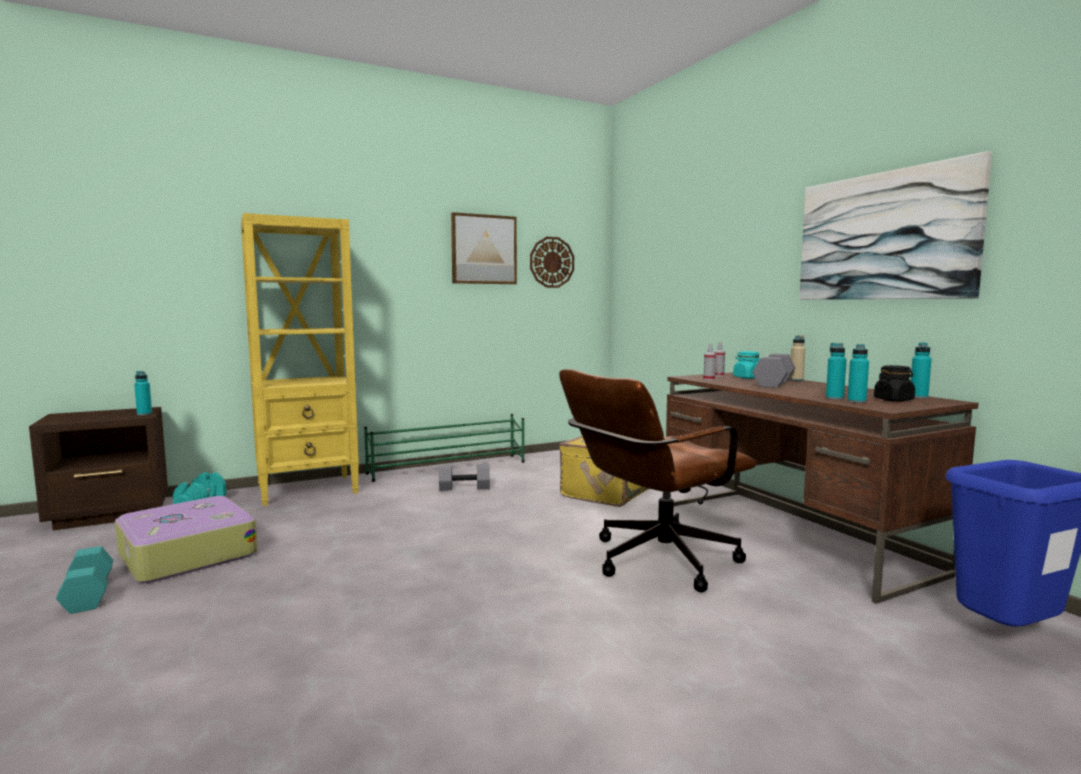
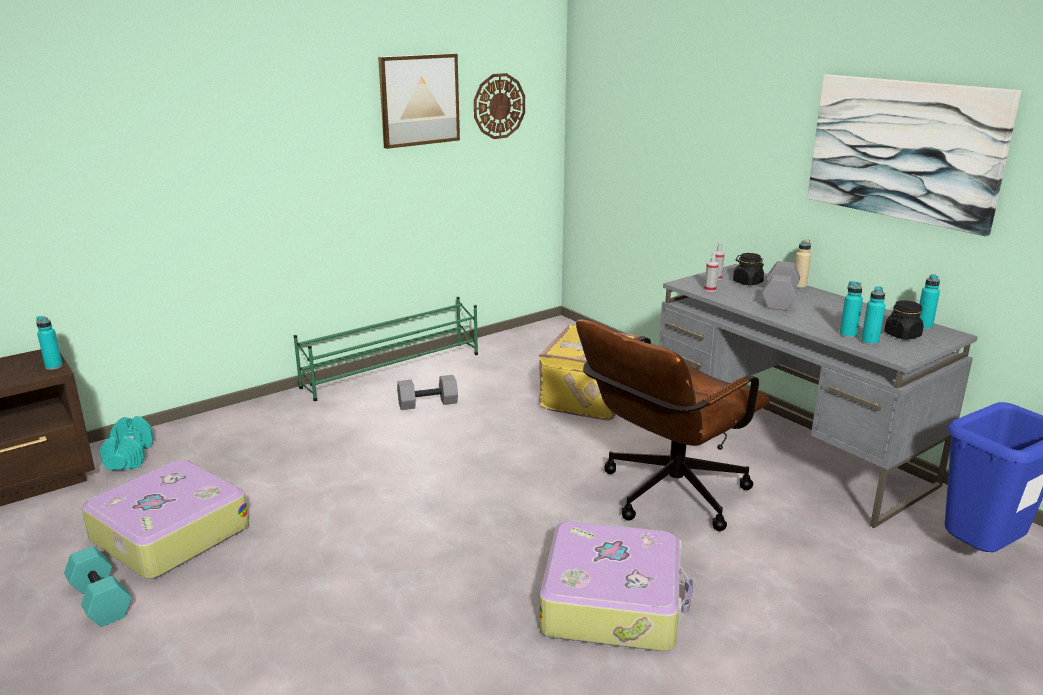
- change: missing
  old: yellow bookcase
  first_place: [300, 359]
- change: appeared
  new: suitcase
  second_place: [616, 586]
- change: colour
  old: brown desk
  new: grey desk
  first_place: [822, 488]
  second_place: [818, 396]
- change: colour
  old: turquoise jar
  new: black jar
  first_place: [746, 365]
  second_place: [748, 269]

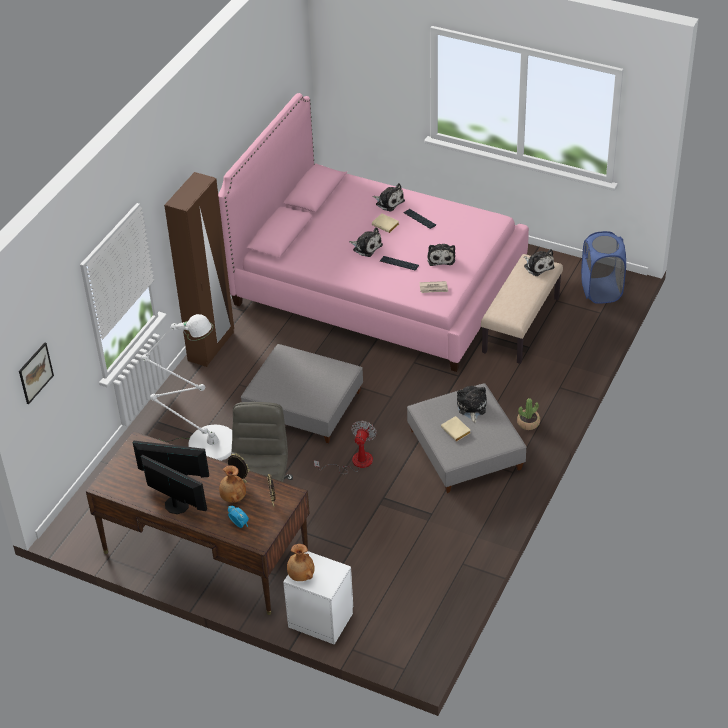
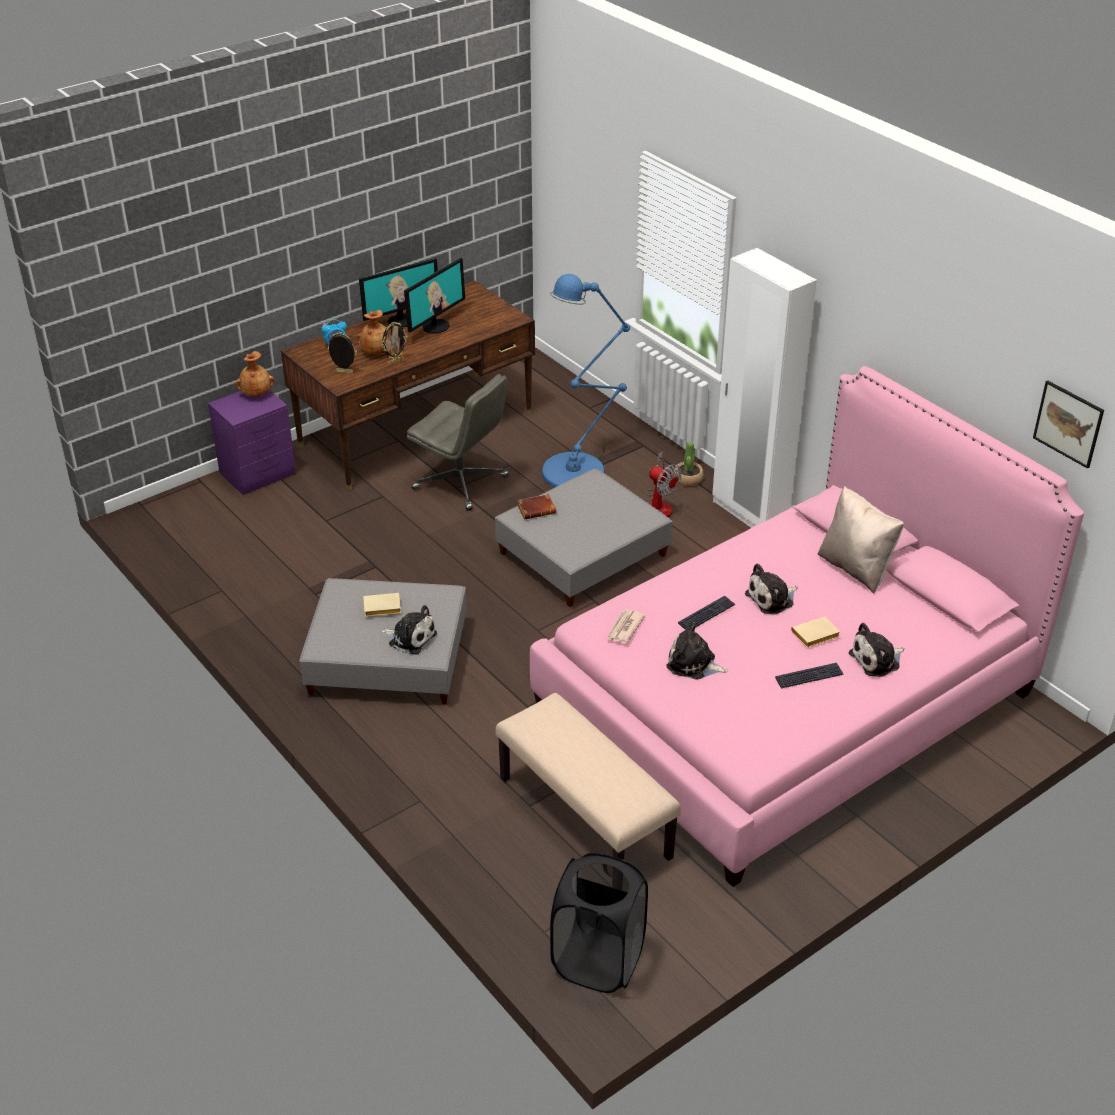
- change: missing
  old: plush toy
  first_place: [539, 262]
- change: appeared
  new: brown book
  second_place: [536, 506]
- change: appeared
  new: beige pillow
  second_place: [861, 540]
- change: relocated
  old: picture
  first_place: [36, 373]
  second_place: [1068, 424]
- change: relocated
  old: fan
  first_place: [345, 448]
  second_place: [663, 484]
- change: relocated
  old: potted plant
  first_place: [528, 414]
  second_place: [689, 463]
- change: colour
  old: white floor lamp
  new: blue floor lamp
  first_place: [187, 387]
  second_place: [586, 381]
- change: colour
  old: brown wardrobe
  new: white wardrobe
  first_place: [199, 269]
  second_place: [764, 388]
- change: colour
  old: white nightstand
  new: purple nightstand
  first_place: [318, 598]
  second_place: [251, 442]
- change: colour
  old: blue laundry basket
  new: black laundry basket
  first_place: [603, 267]
  second_place: [599, 923]

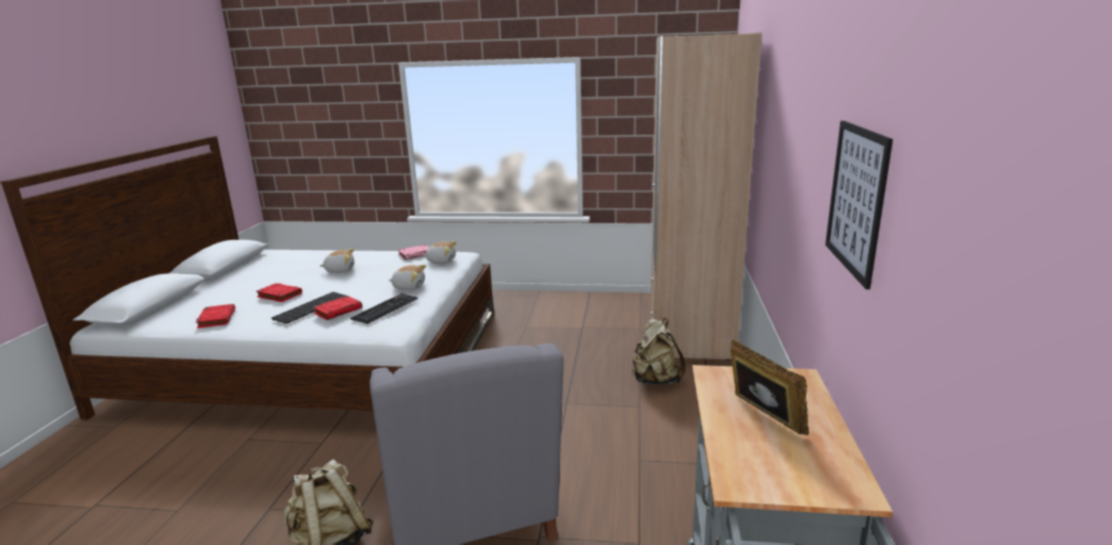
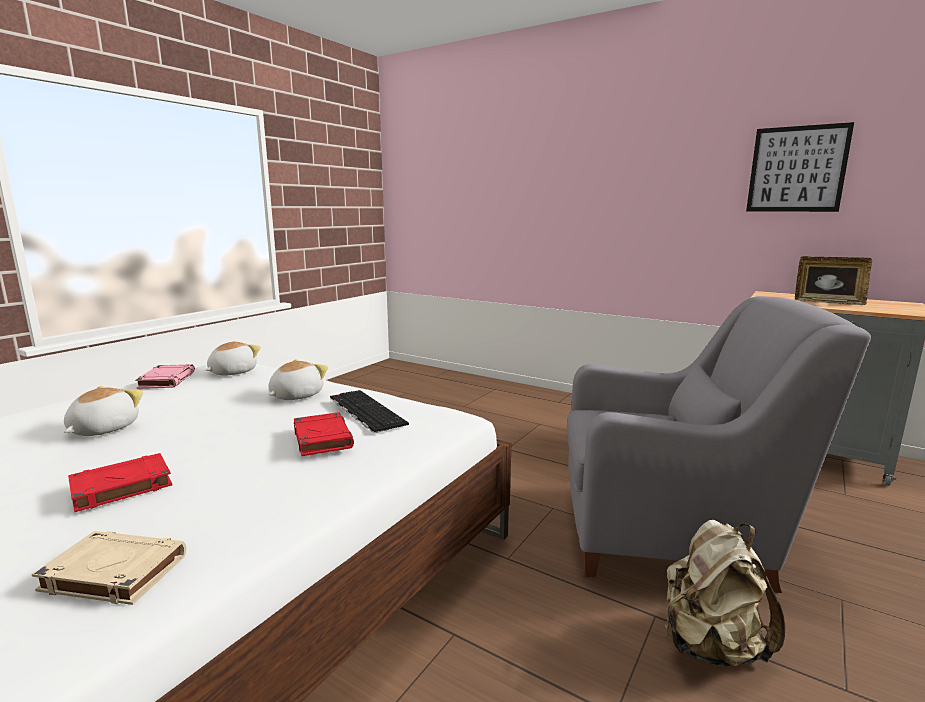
- change: missing
  old: keyboard
  first_place: [309, 308]
- change: missing
  old: beige backpack
  first_place: [659, 351]
- change: missing
  old: beige wardrobe
  first_place: [706, 196]
- change: colour
  old: red book
  new: beige book
  first_place: [215, 316]
  second_place: [109, 568]
- change: spun
  old: picture frame
  first_place: [769, 387]
  second_place: [833, 280]
  degrees: -150

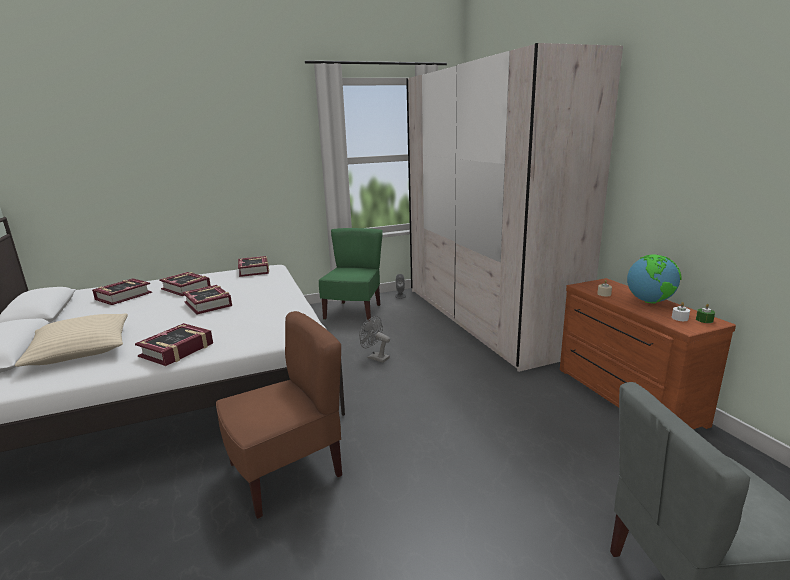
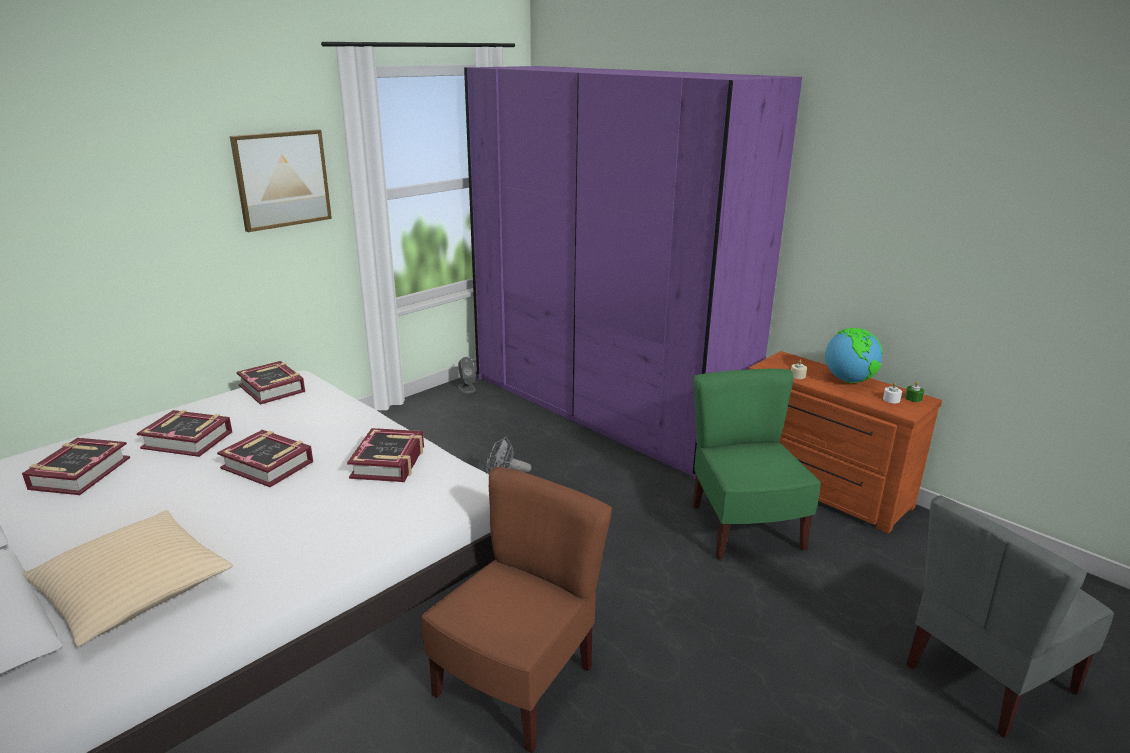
- change: appeared
  new: picture
  second_place: [281, 180]
- change: relocated
  old: book
  first_place: [174, 344]
  second_place: [385, 455]
- change: relocated
  old: green chair
  first_place: [351, 274]
  second_place: [757, 464]
- change: colour
  old: beige wardrobe
  new: purple wardrobe
  first_place: [514, 207]
  second_place: [633, 273]

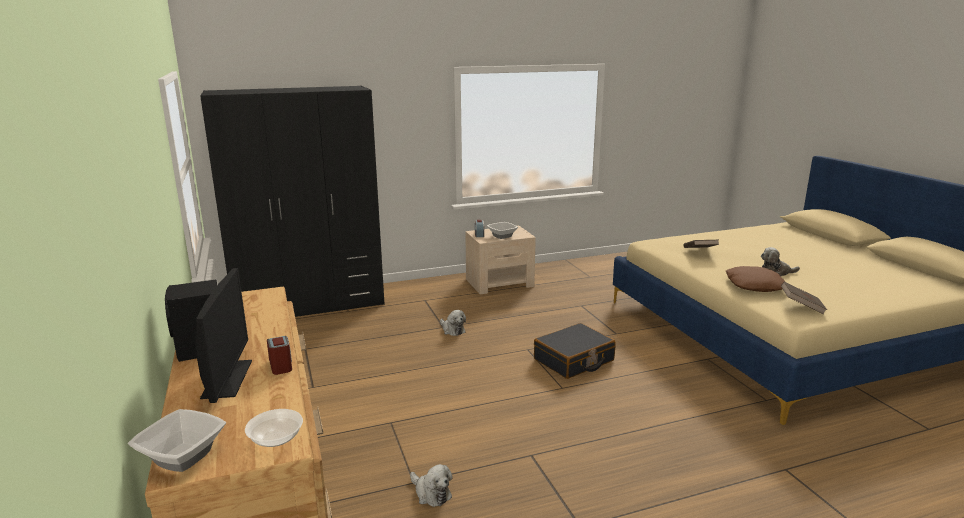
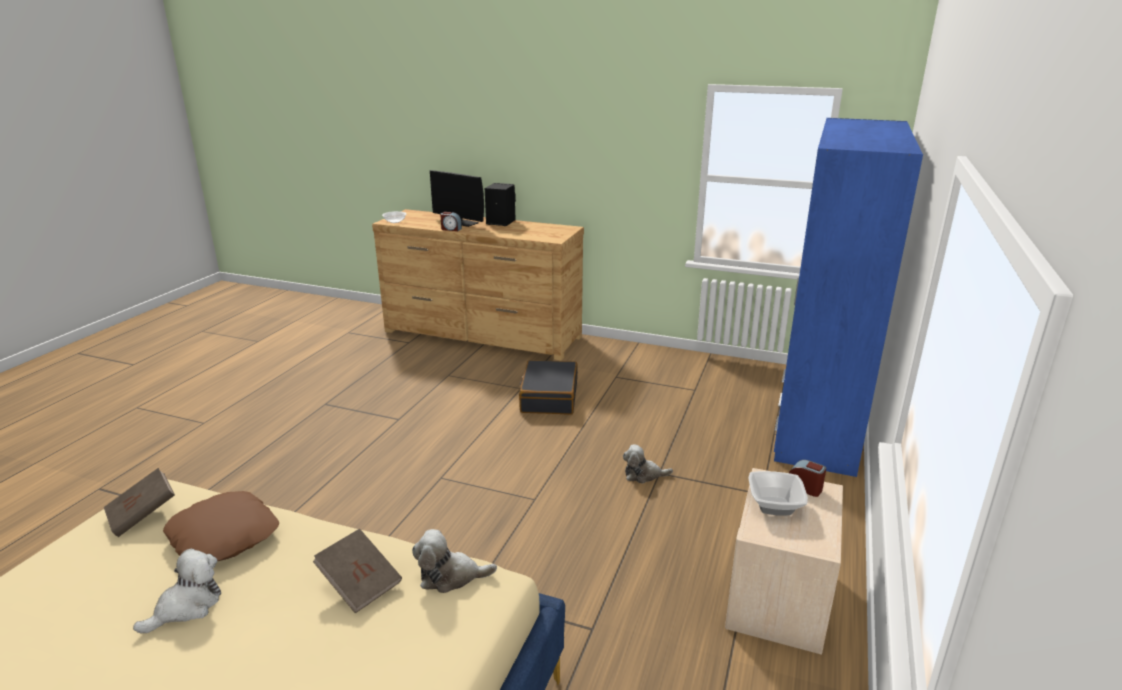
- change: missing
  old: bowl
  first_place: [177, 440]
- change: relocated
  old: plush toy
  first_place: [431, 485]
  second_place: [454, 561]
- change: relocated
  old: black suitcase
  first_place: [575, 351]
  second_place: [548, 387]
- change: colour
  old: black wardrobe
  new: blue wardrobe
  first_place: [292, 201]
  second_place: [848, 297]

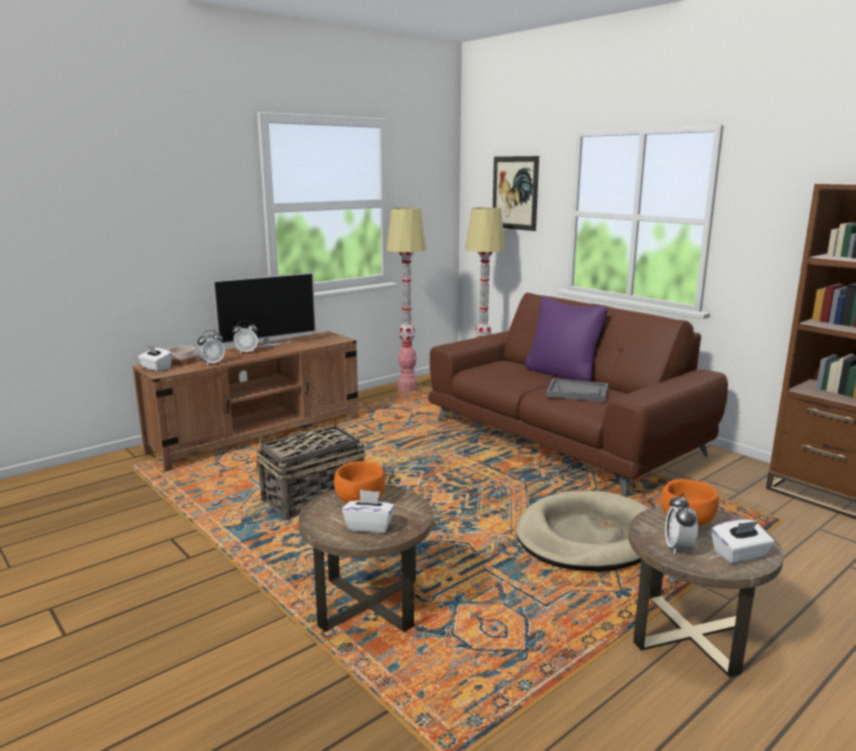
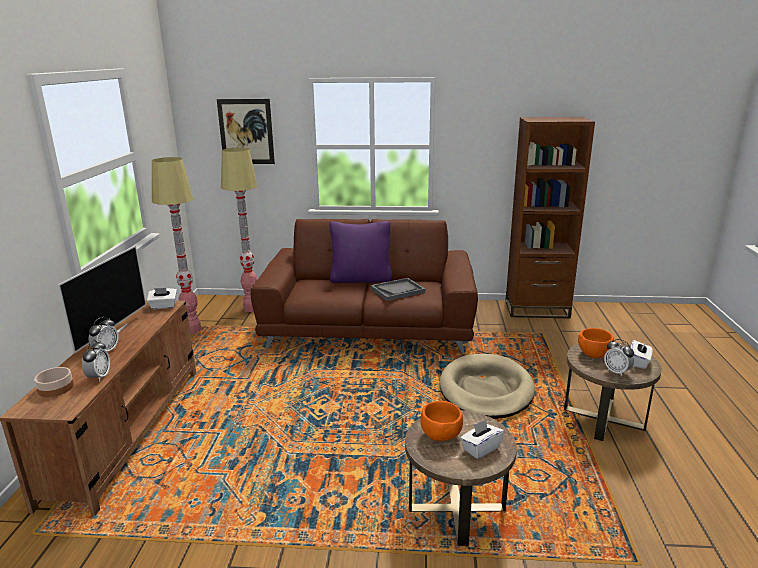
- change: missing
  old: basket
  first_place: [311, 470]
- change: relocated
  old: white tissue box
  first_place: [155, 358]
  second_place: [162, 298]

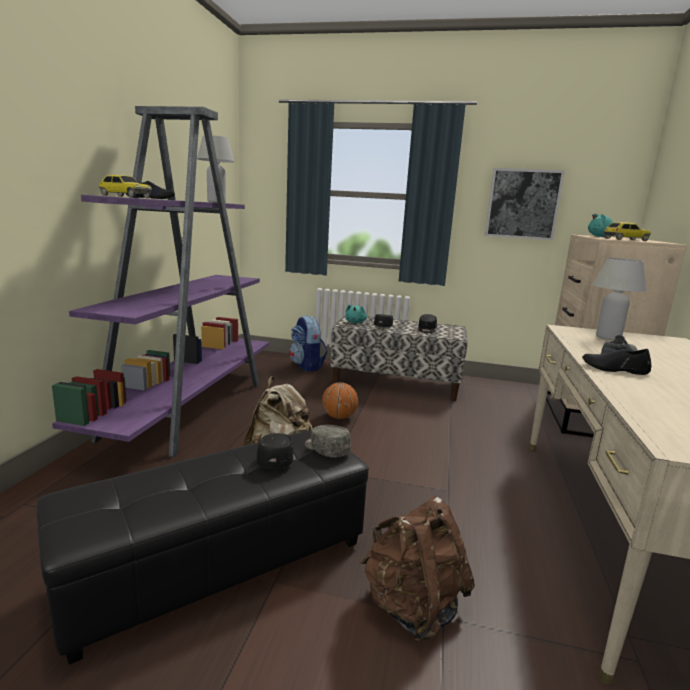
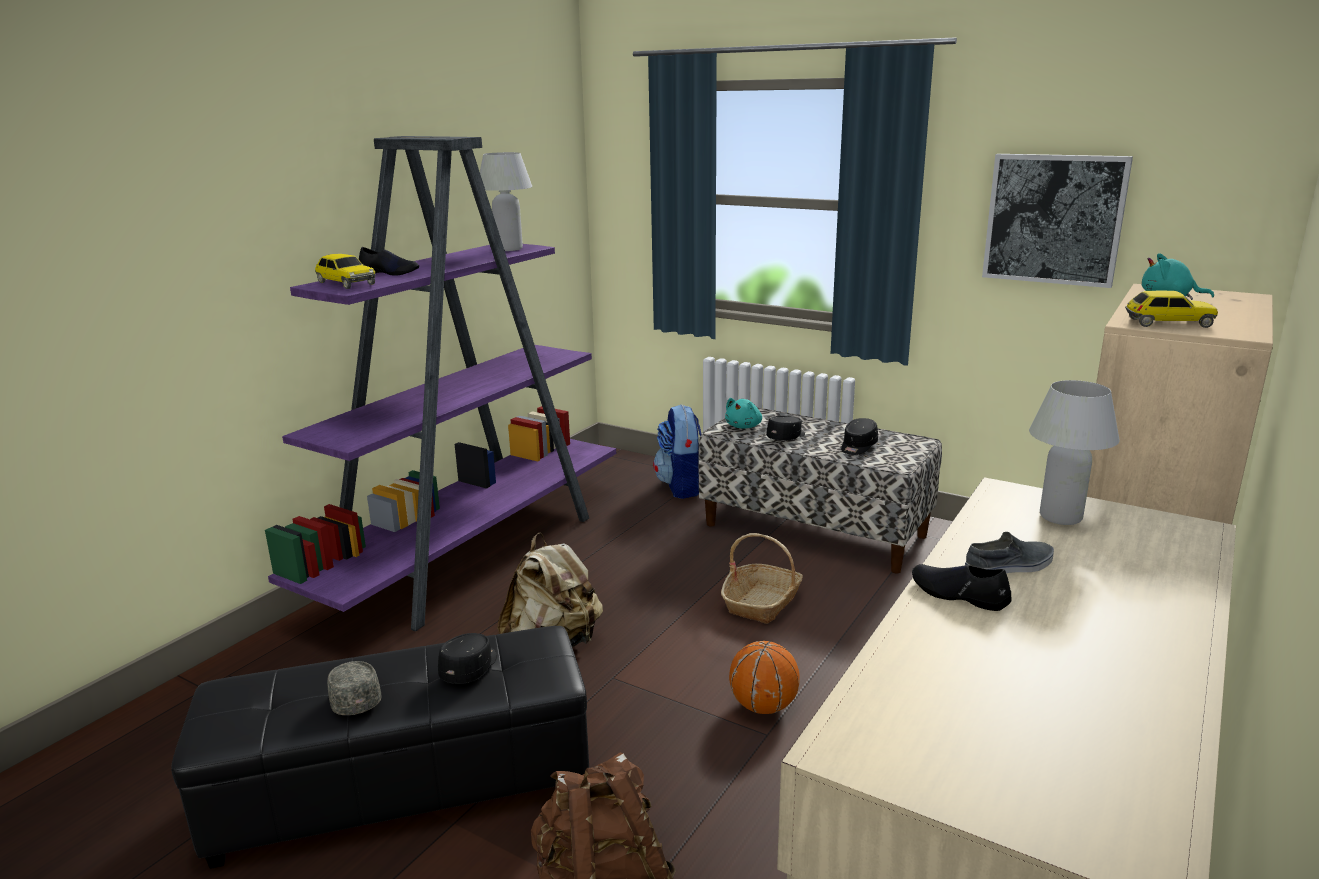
- change: appeared
  new: basket
  second_place: [762, 578]
- change: relocated
  old: grey cap
  first_place: [328, 441]
  second_place: [354, 688]
- change: relocated
  old: basketball
  first_place: [340, 400]
  second_place: [764, 677]

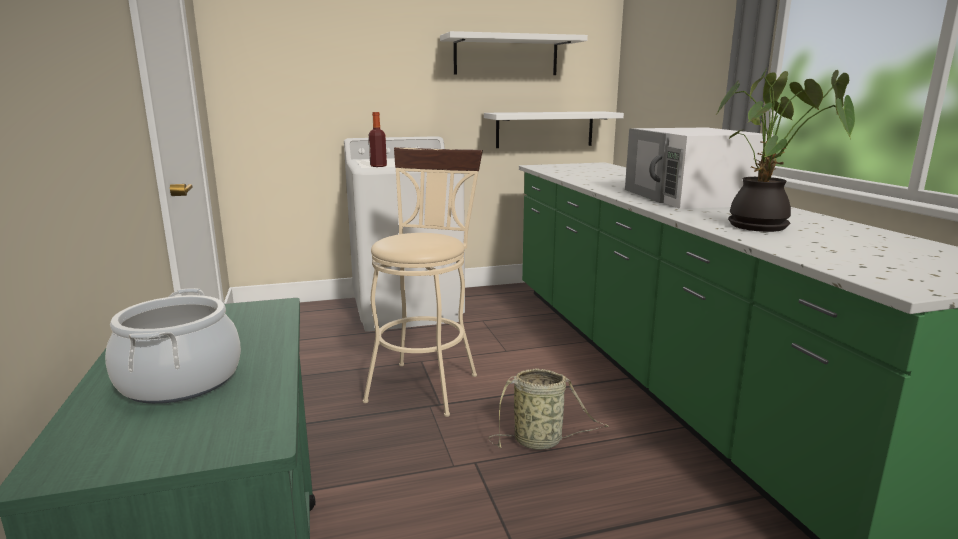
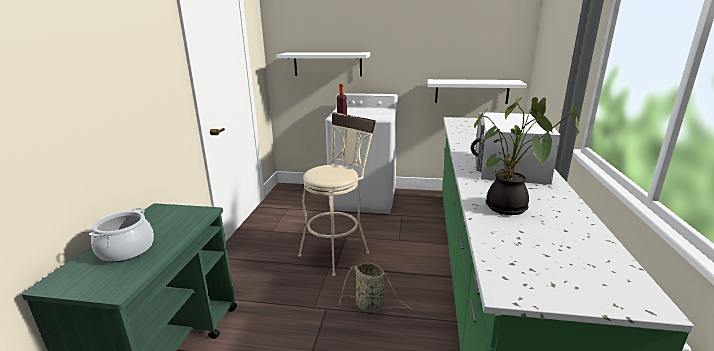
- change: relocated
  old: white shelf
  first_place: [514, 53]
  second_place: [323, 64]

